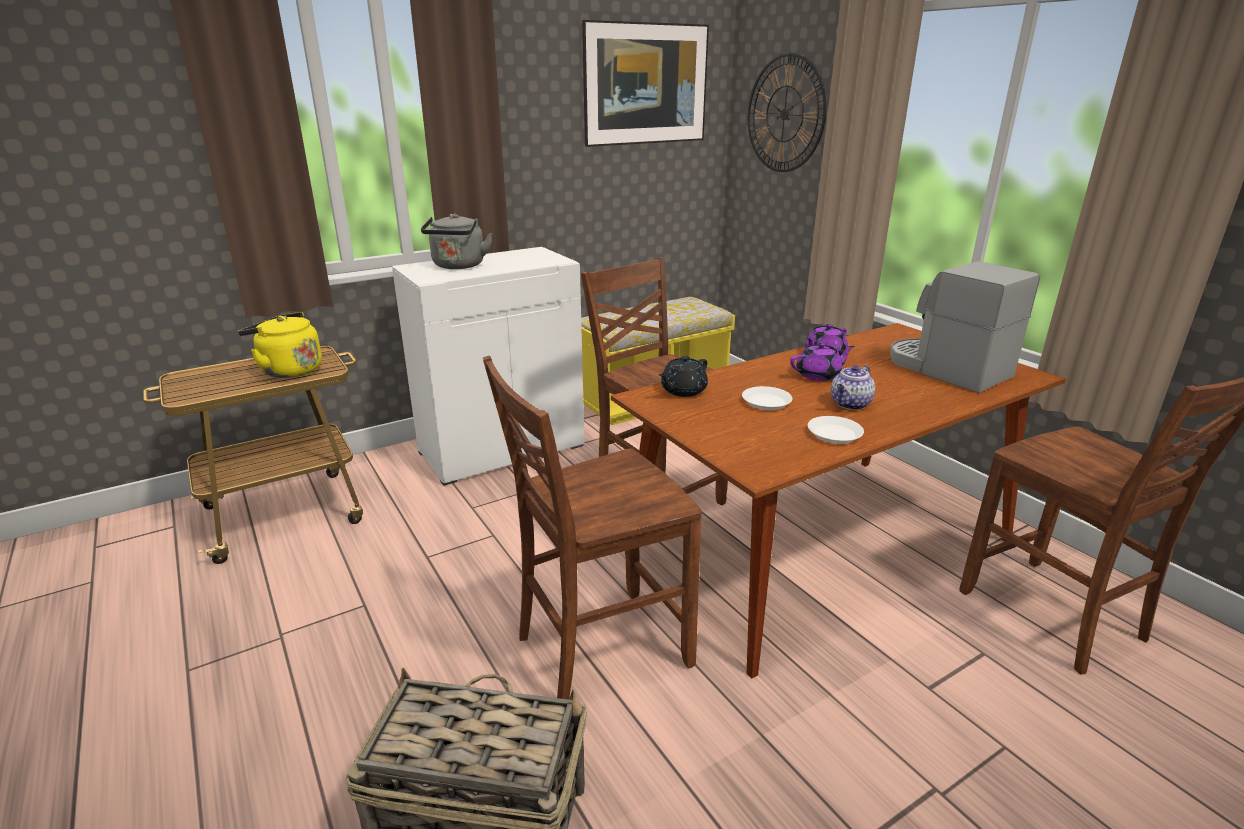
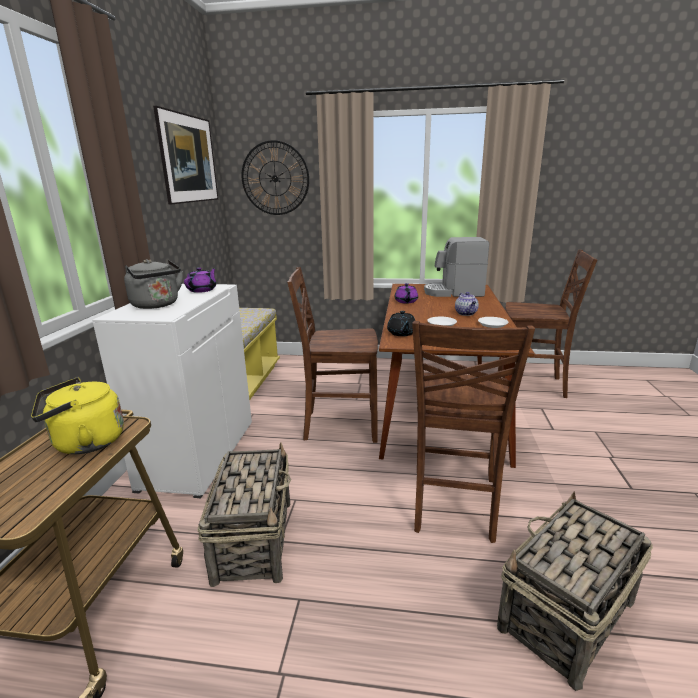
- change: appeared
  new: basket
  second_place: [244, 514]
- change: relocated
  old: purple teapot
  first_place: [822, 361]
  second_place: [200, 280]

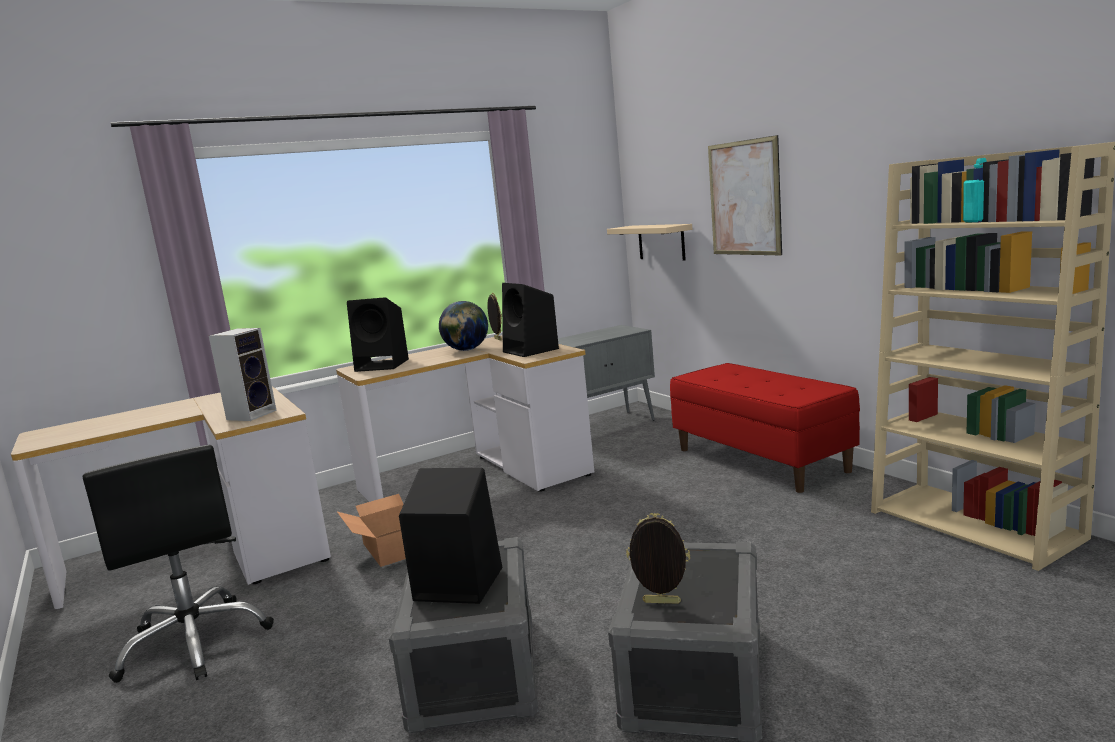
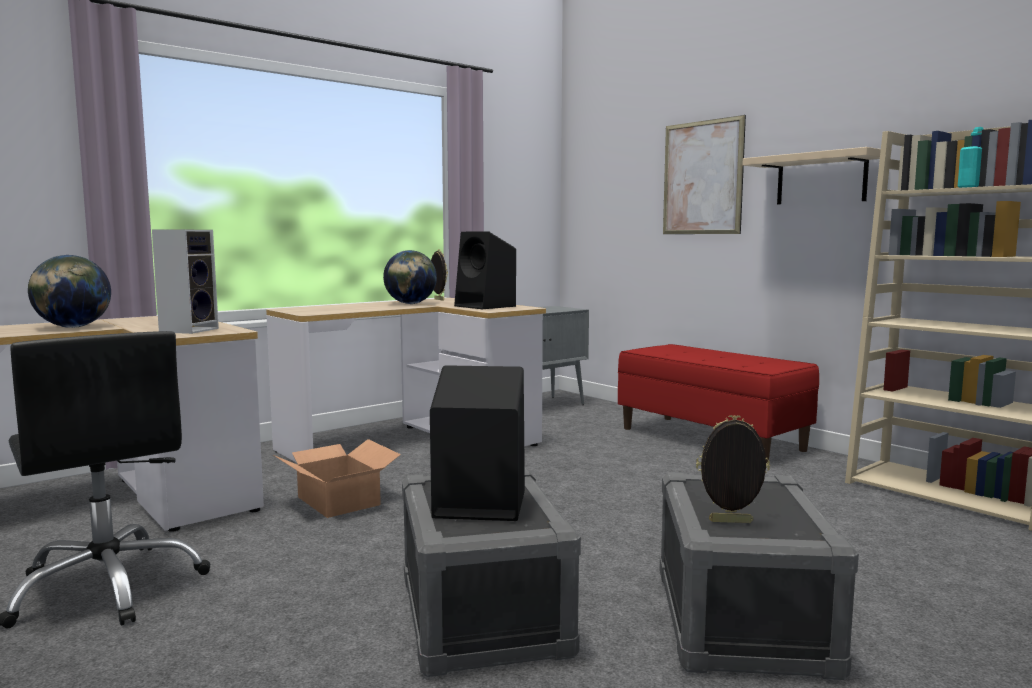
- change: missing
  old: black speaker
  first_place: [378, 334]
- change: appeared
  new: globe
  second_place: [69, 291]
- change: relocated
  old: beige shelf
  first_place: [649, 242]
  second_place: [812, 175]

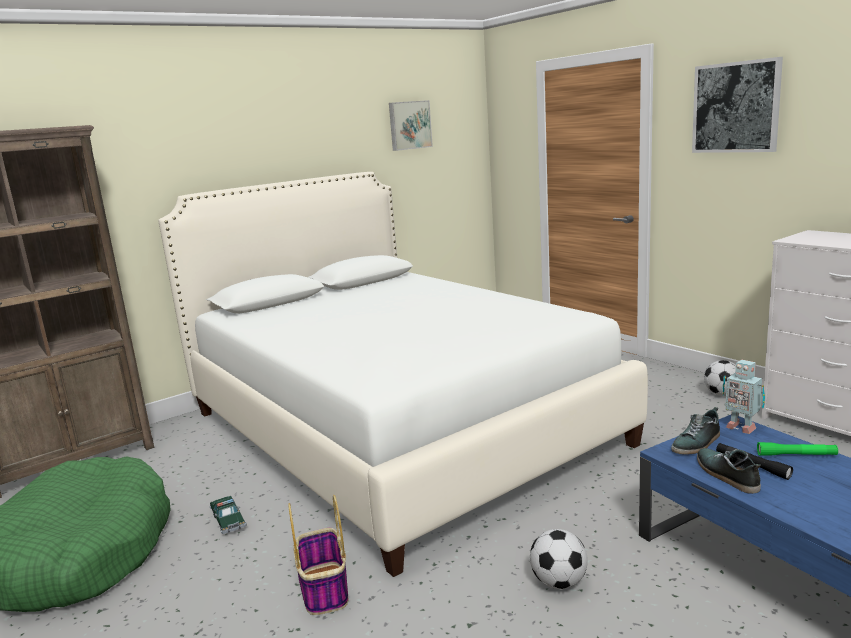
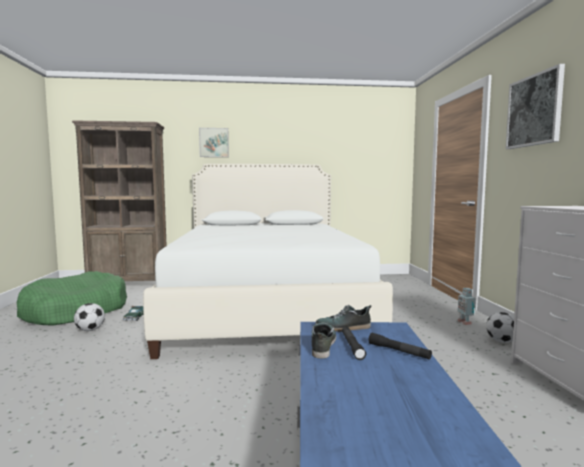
- change: missing
  old: basket
  first_place: [318, 555]
- change: relocated
  old: picture
  first_place: [411, 125]
  second_place: [214, 142]
- change: relocated
  old: football
  first_place: [559, 559]
  second_place: [89, 317]
- change: relocated
  old: toy robot
  first_place: [743, 397]
  second_place: [466, 306]
- change: colour
  old: green flashlight
  new: black flashlight
  first_place: [797, 449]
  second_place: [400, 346]

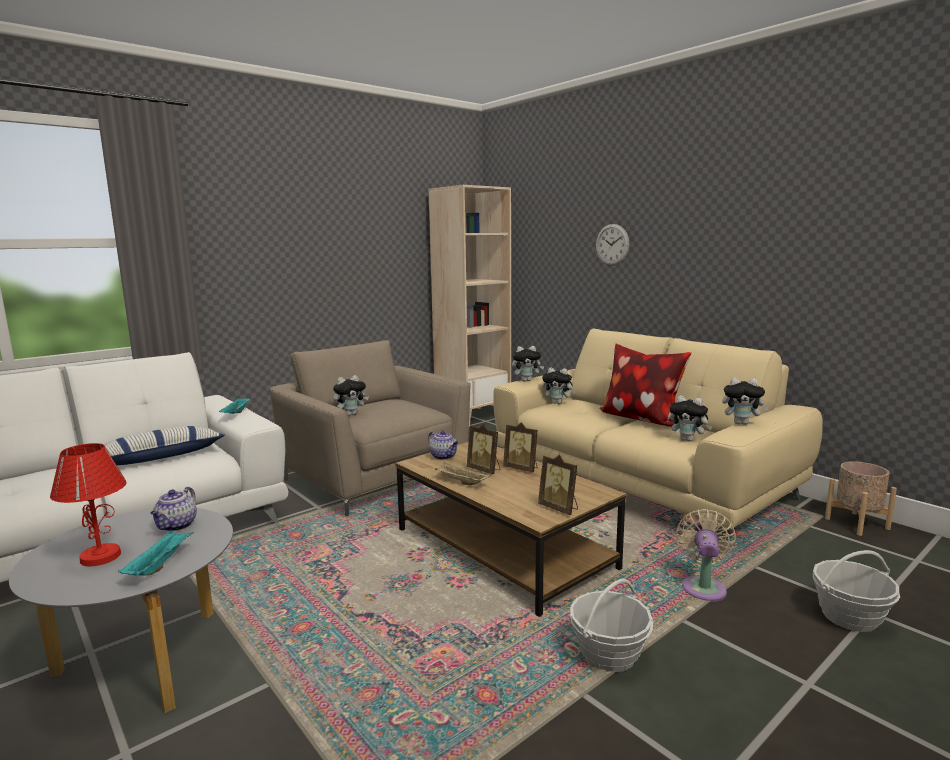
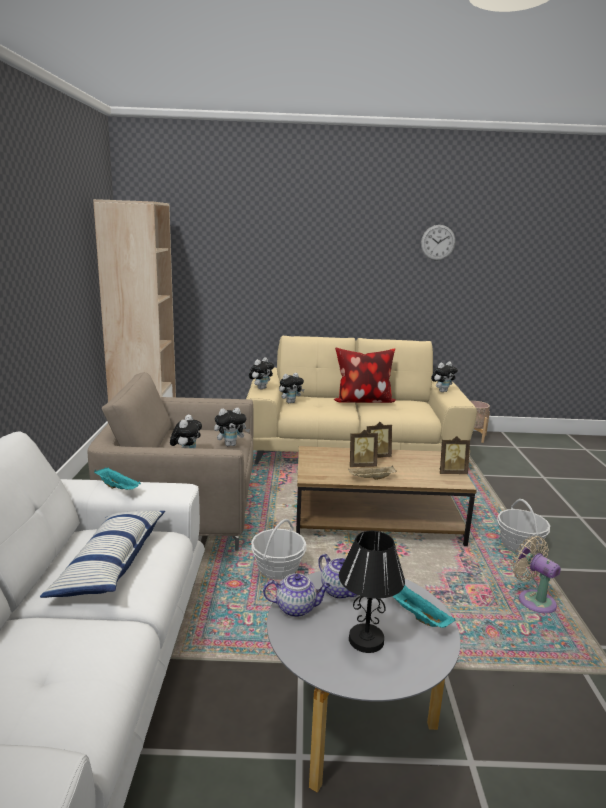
- change: relocated
  old: teapot
  first_place: [443, 445]
  second_place: [297, 595]
- change: relocated
  old: wall clock
  first_place: [612, 245]
  second_place: [438, 243]
- change: relocated
  old: plush toy
  first_place: [690, 418]
  second_place: [232, 427]
- change: relocated
  old: beige fan
  first_place: [706, 555]
  second_place: [536, 574]
- change: relocated
  old: basket
  first_place: [856, 591]
  second_place: [279, 549]
- change: colour
  old: red table lamp
  new: black table lamp
  first_place: [88, 504]
  second_place: [372, 592]

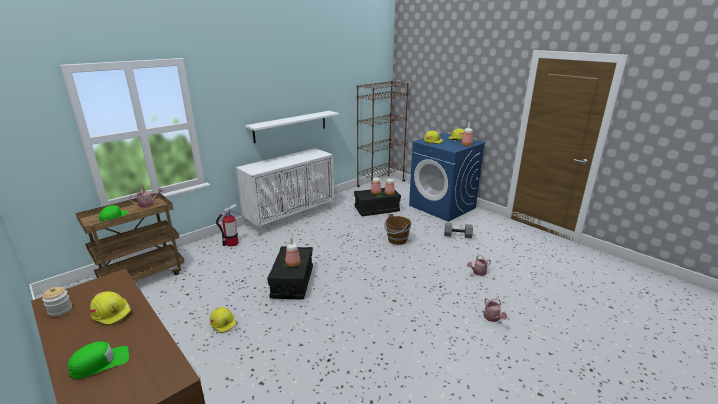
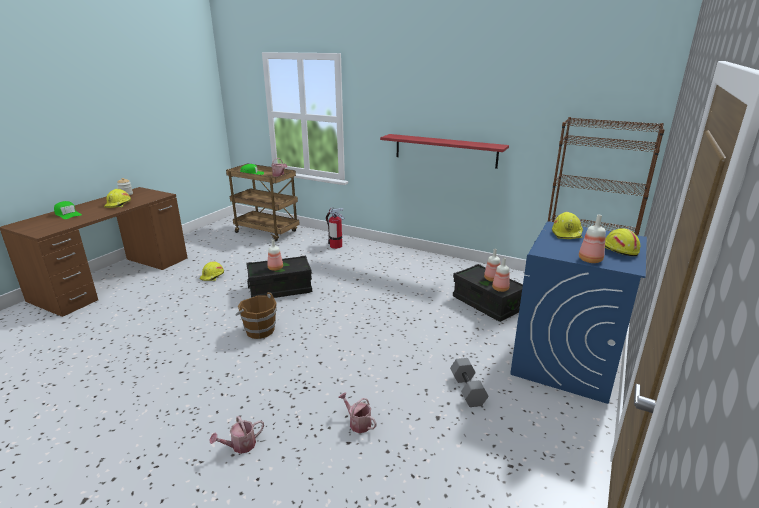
- change: missing
  old: white cabinet
  first_place: [285, 191]
- change: relocated
  old: brown bucket
  first_place: [398, 229]
  second_place: [256, 315]
- change: colour
  old: white shelf
  new: red shelf
  first_place: [292, 127]
  second_place: [444, 151]

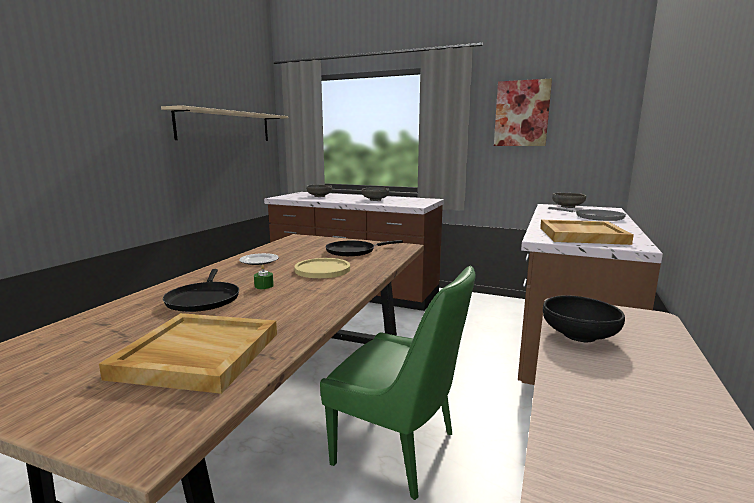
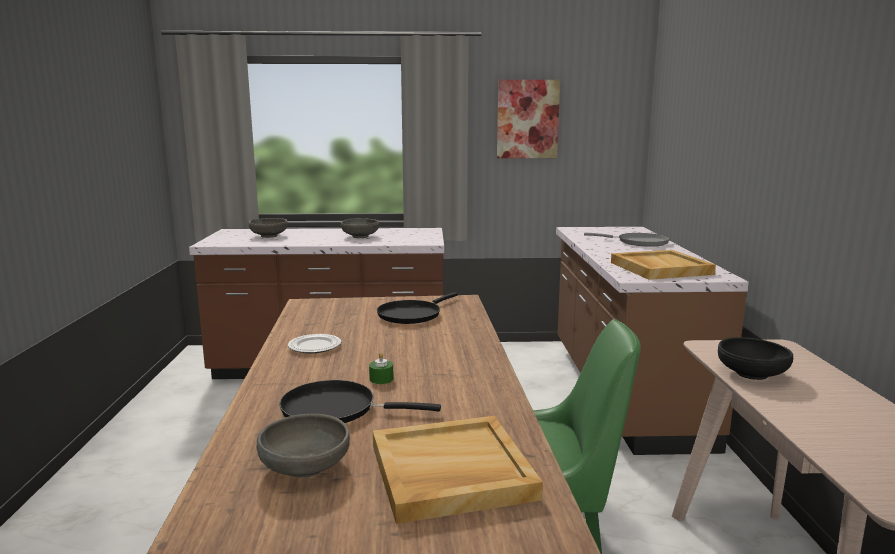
- change: missing
  old: beige shelf
  first_place: [224, 123]
- change: missing
  old: yellow plate
  first_place: [322, 268]
- change: relocated
  old: grey bowl
  first_place: [569, 200]
  second_place: [303, 445]
- change: spun
  old: black frying pan
  first_place: [201, 290]
  second_place: [360, 401]
  degrees: 135

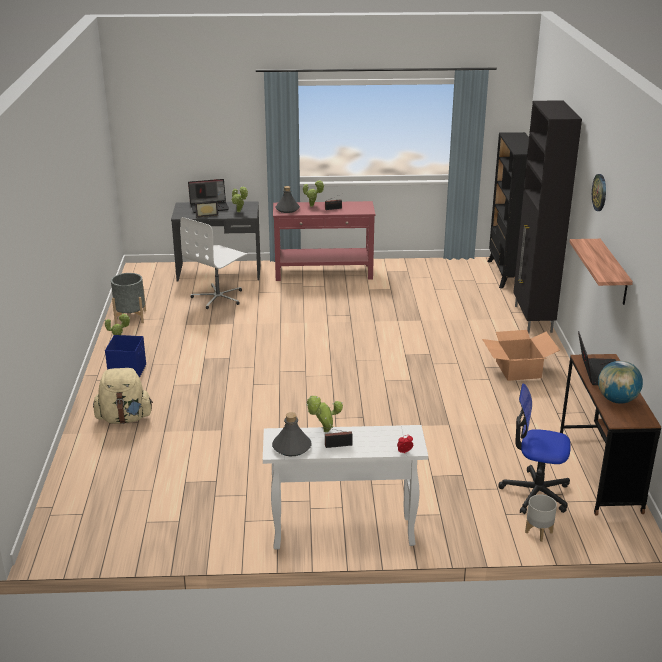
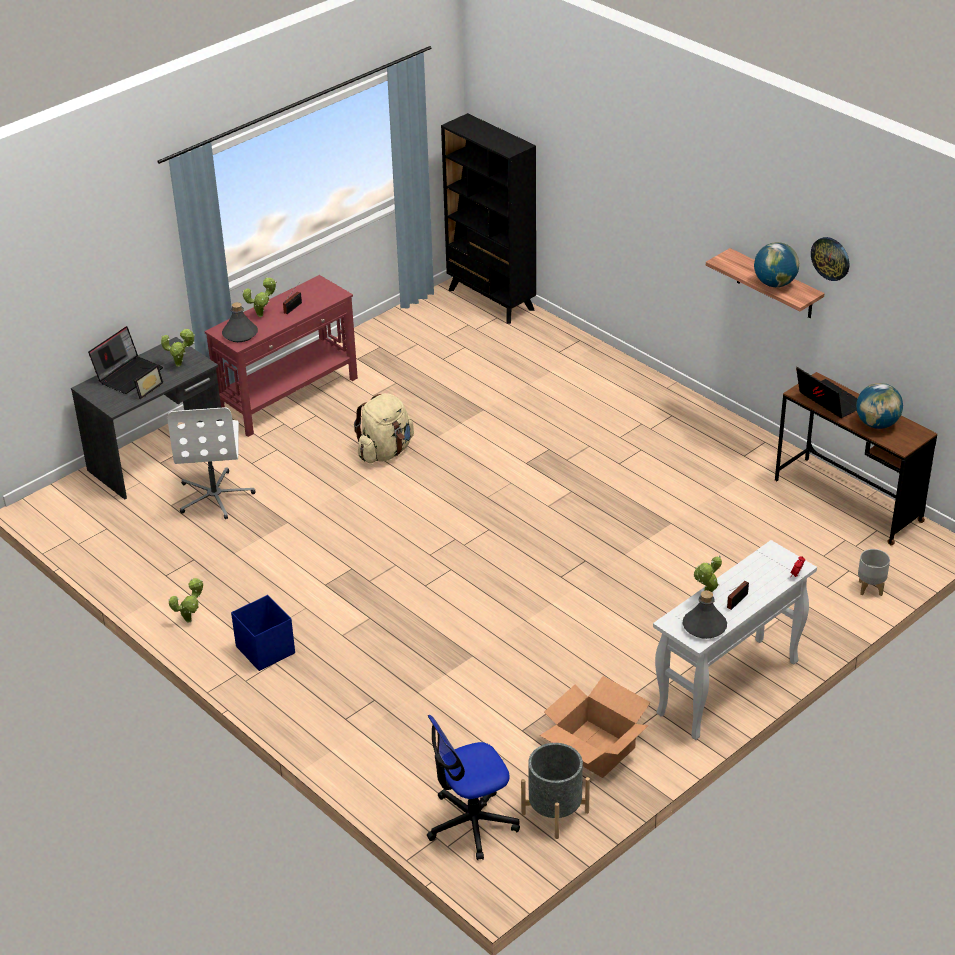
- change: missing
  old: black cabinet
  first_place: [547, 216]
- change: appeared
  new: globe
  second_place: [776, 264]
- change: relocated
  old: beige backpack
  first_place: [123, 396]
  second_place: [384, 428]
- change: relocated
  old: grey planter
  first_place: [128, 298]
  second_place: [555, 791]
- change: relocated
  old: cardboard box
  first_place: [521, 355]
  second_place: [595, 727]
- change: relocated
  old: office chair
  first_place: [534, 448]
  second_place: [473, 787]
- change: relocated
  old: wall clock
  first_place: [599, 192]
  second_place: [830, 259]

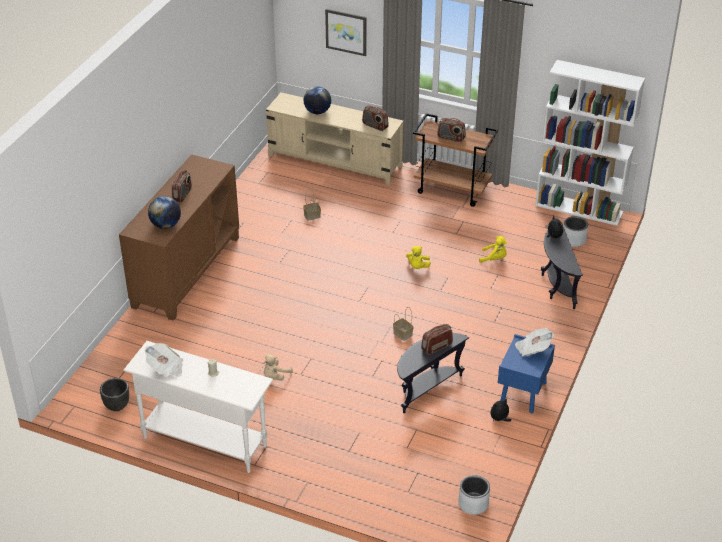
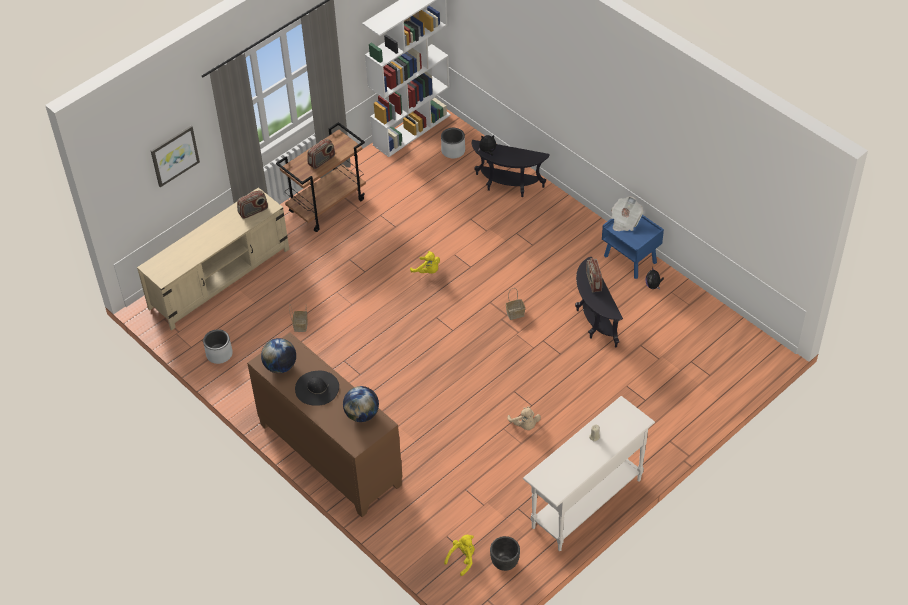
- change: missing
  old: newspaper
  first_place: [164, 360]
- change: relocated
  old: globe
  first_place: [317, 100]
  second_place: [278, 355]
- change: relocated
  old: grey planter
  first_place: [474, 495]
  second_place: [218, 346]
- change: relocated
  old: yellow plush toy
  first_place: [493, 249]
  second_place: [459, 555]
- change: exchanged
  old: radio
  new: black hat
  first_place: [181, 186]
  second_place: [317, 388]

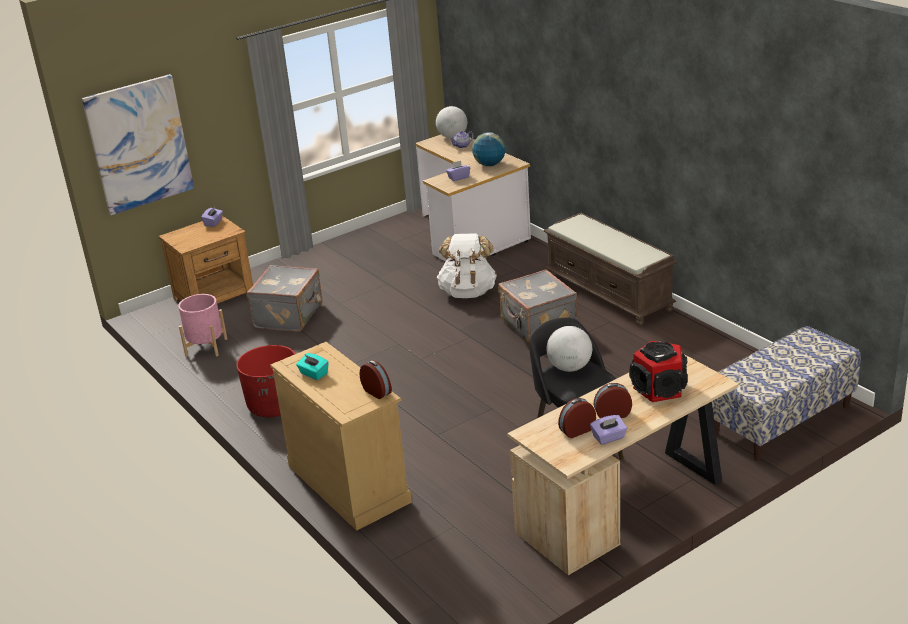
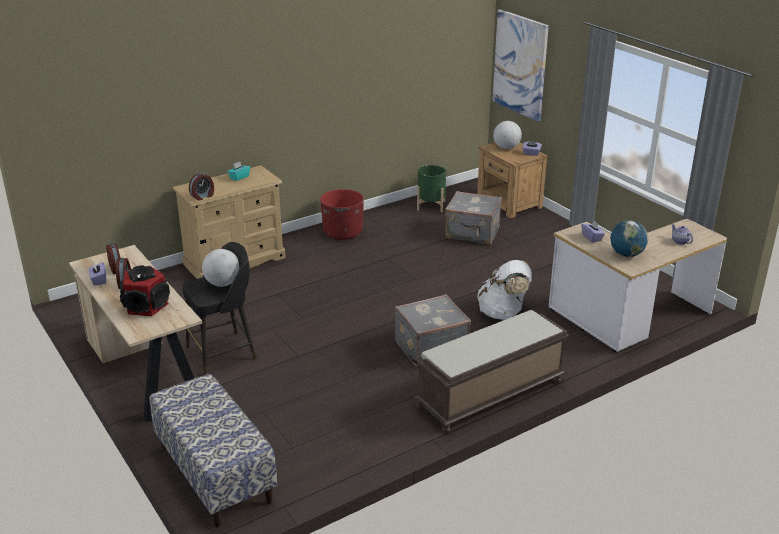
- change: relocated
  old: globe
  first_place: [451, 122]
  second_place: [507, 135]
- change: colour
  old: pink planter
  new: green planter
  first_place: [202, 325]
  second_place: [431, 188]

